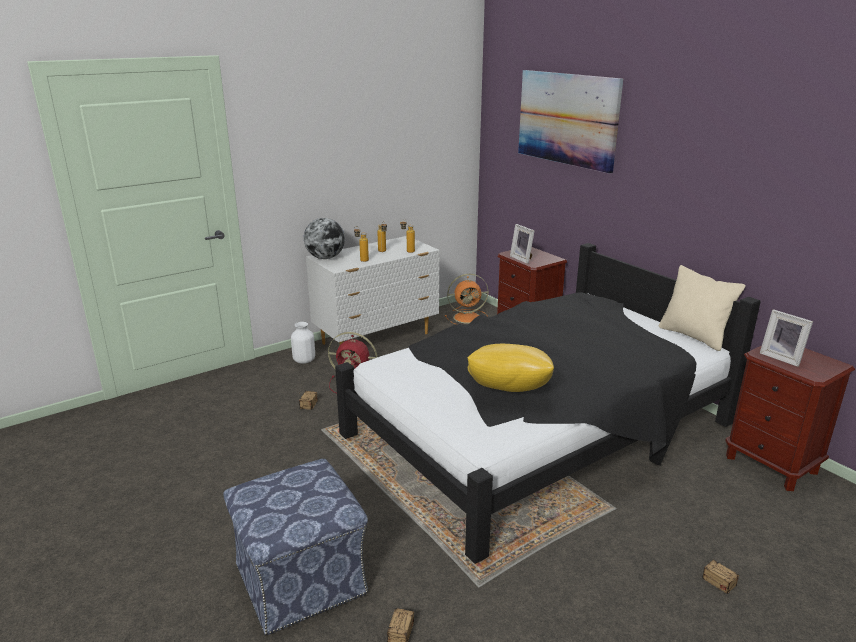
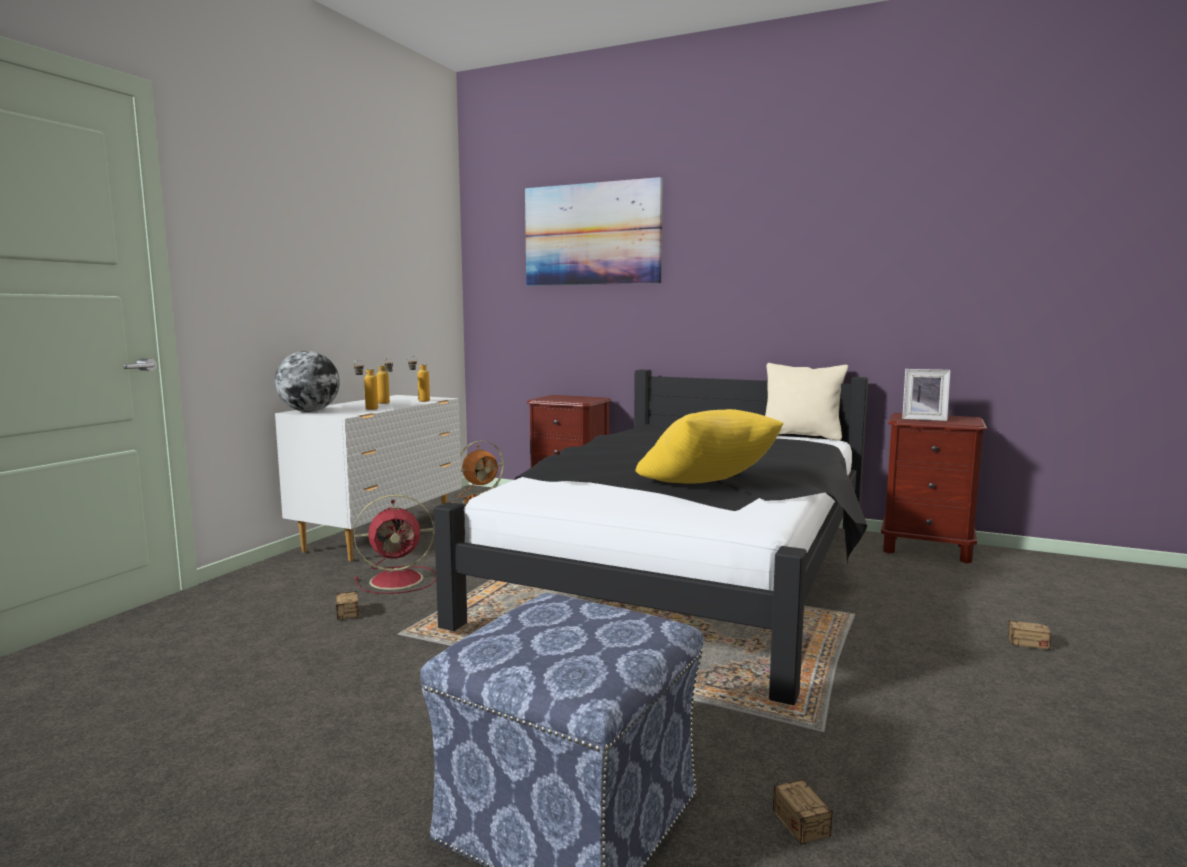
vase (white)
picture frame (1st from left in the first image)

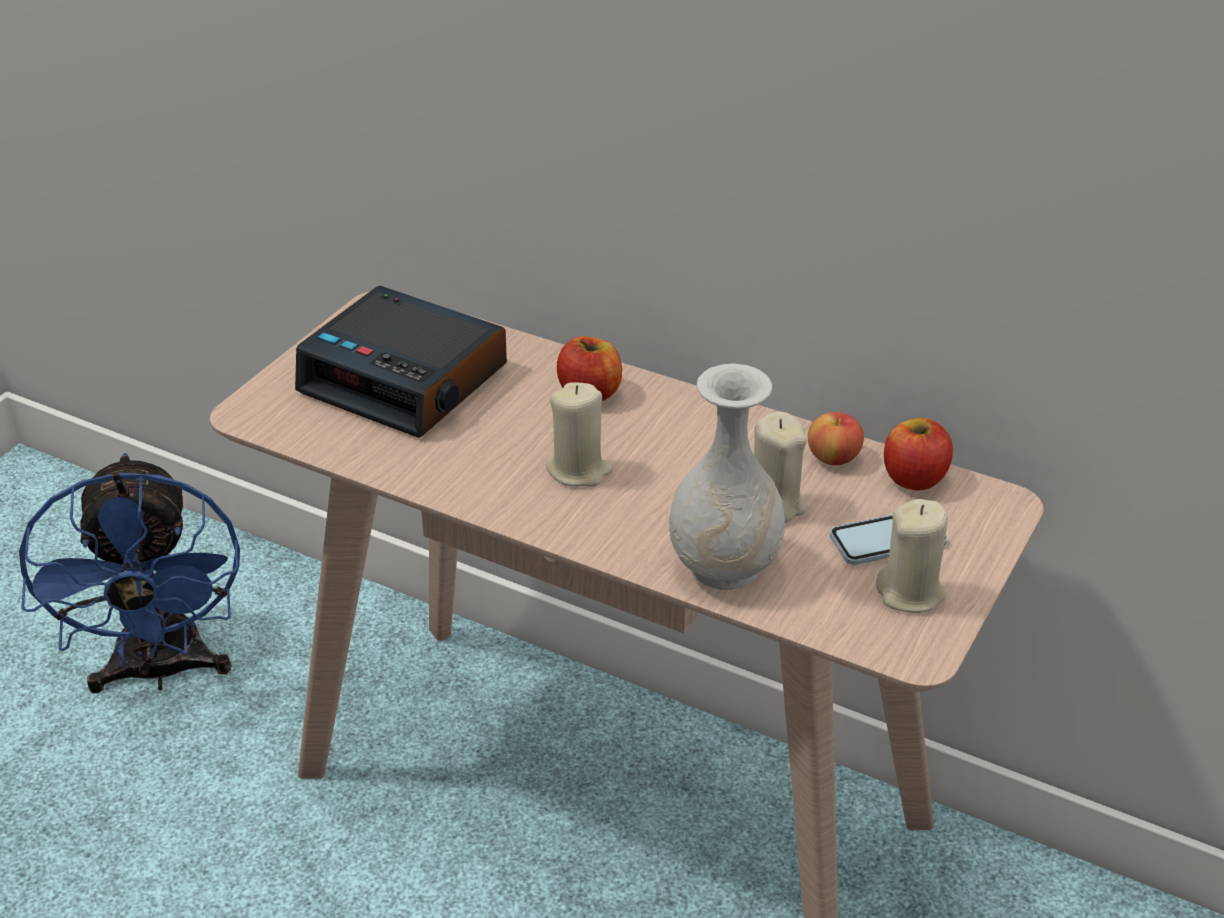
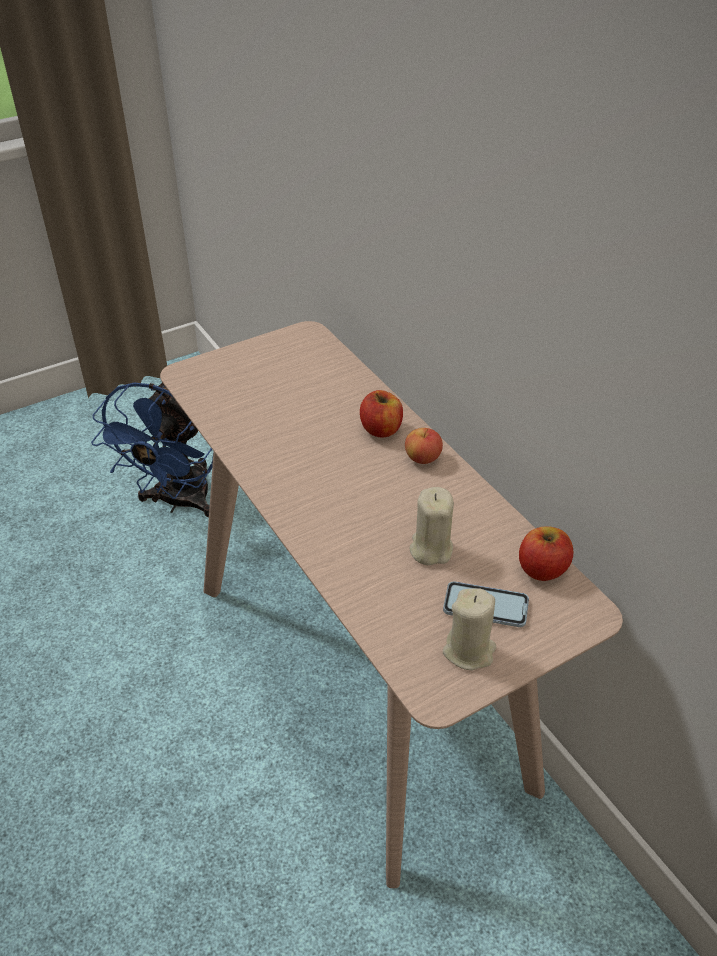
apple (2nd from left)
alarm clock
candle (beige) (1st from left in the first image)
vase (white)

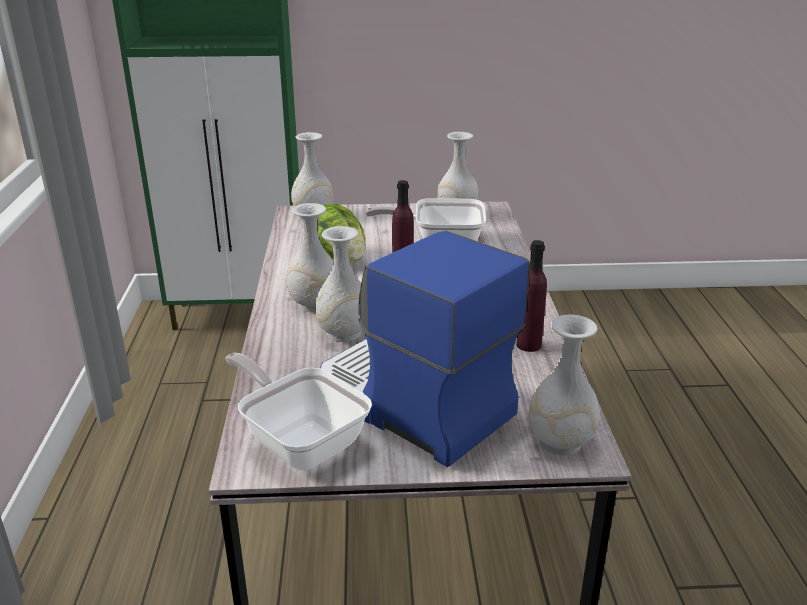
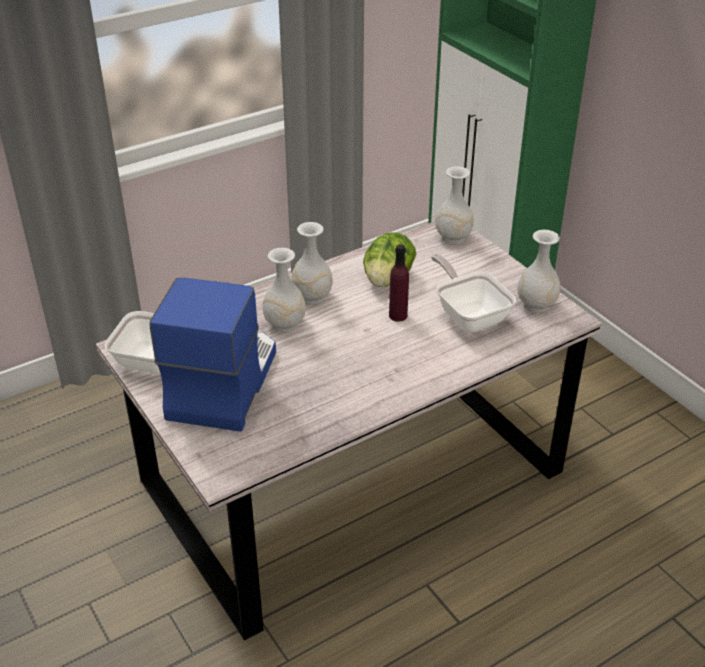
bottle (purple) (2nd from left in the first image)
vase (white) (5th from left in the first image)

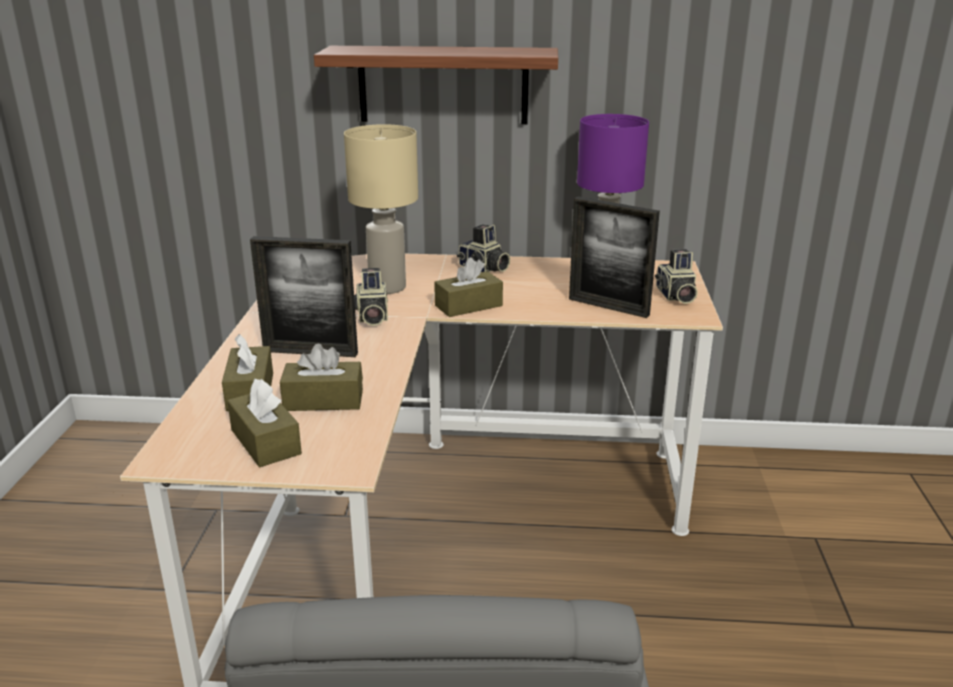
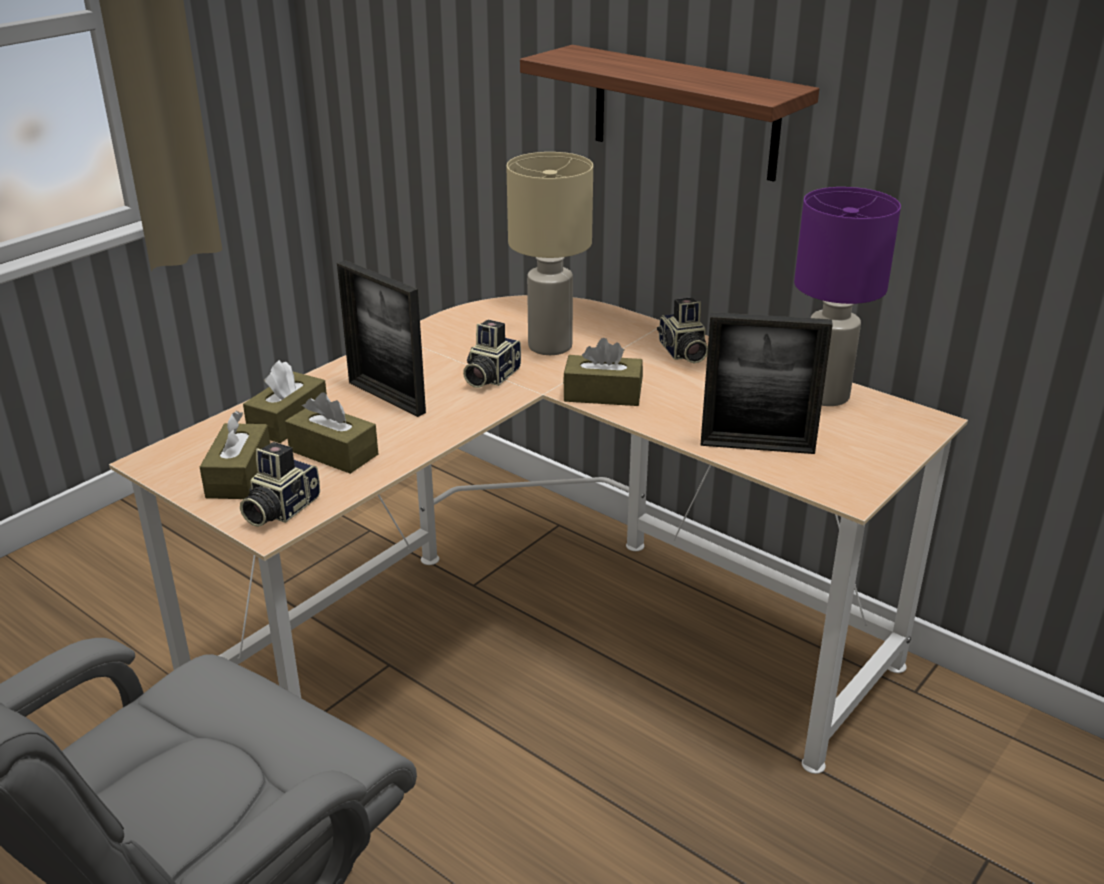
photo camera (1st from left)
picture frame (2nd from left)

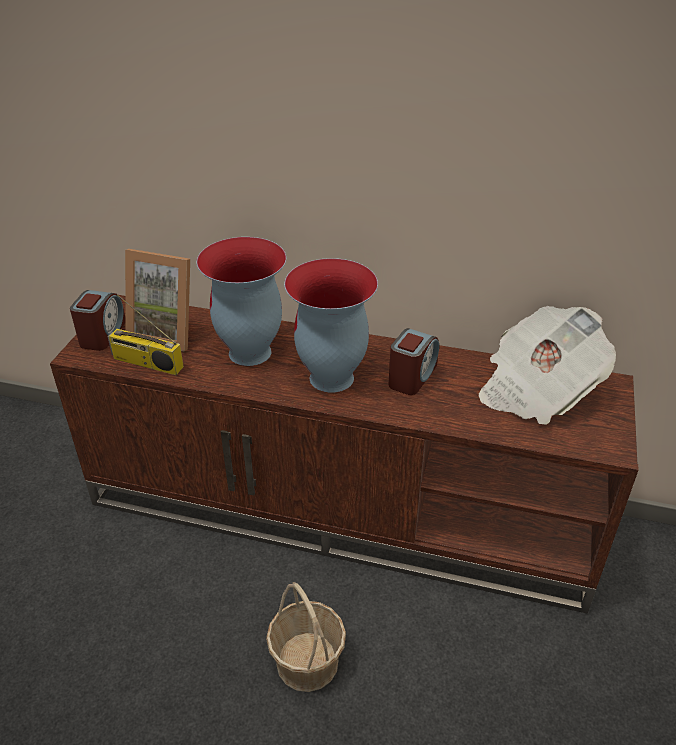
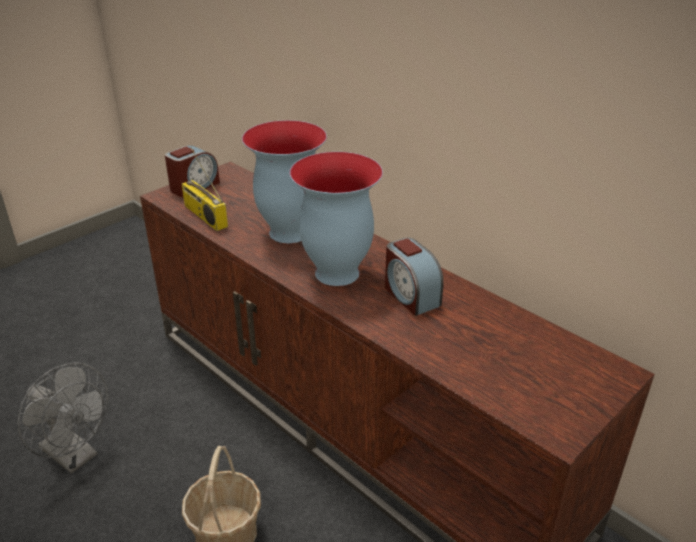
fan (grey)
alarm clock (2nd from left)
picture frame
newspaper

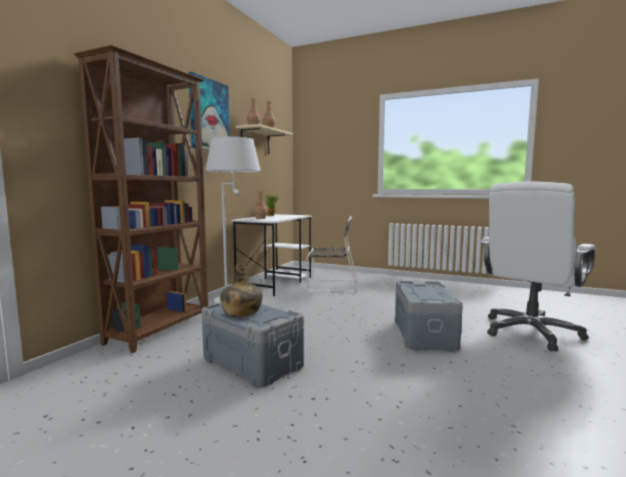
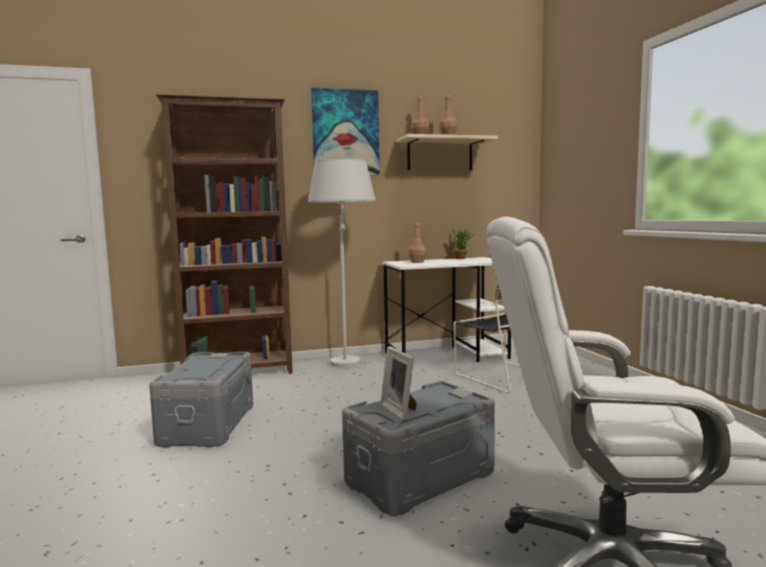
picture frame
bottle (green)

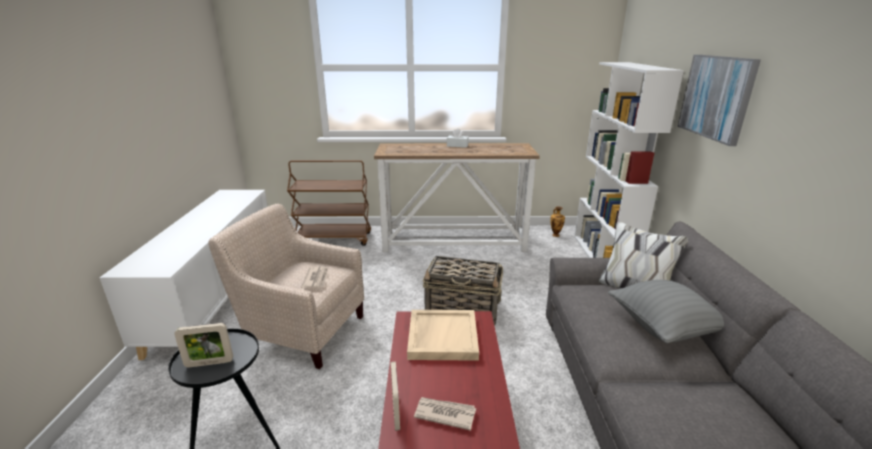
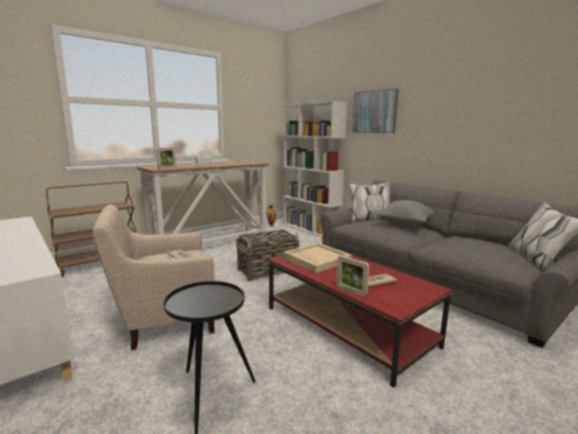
picture frame (1st from left)

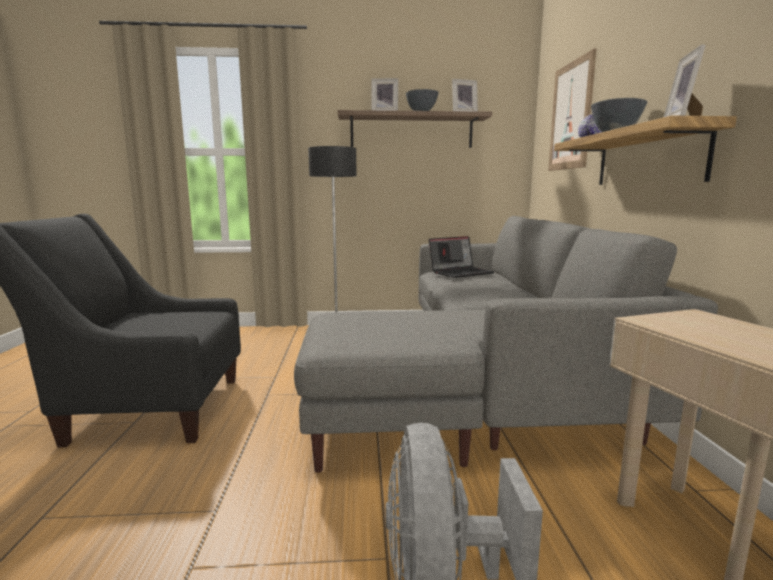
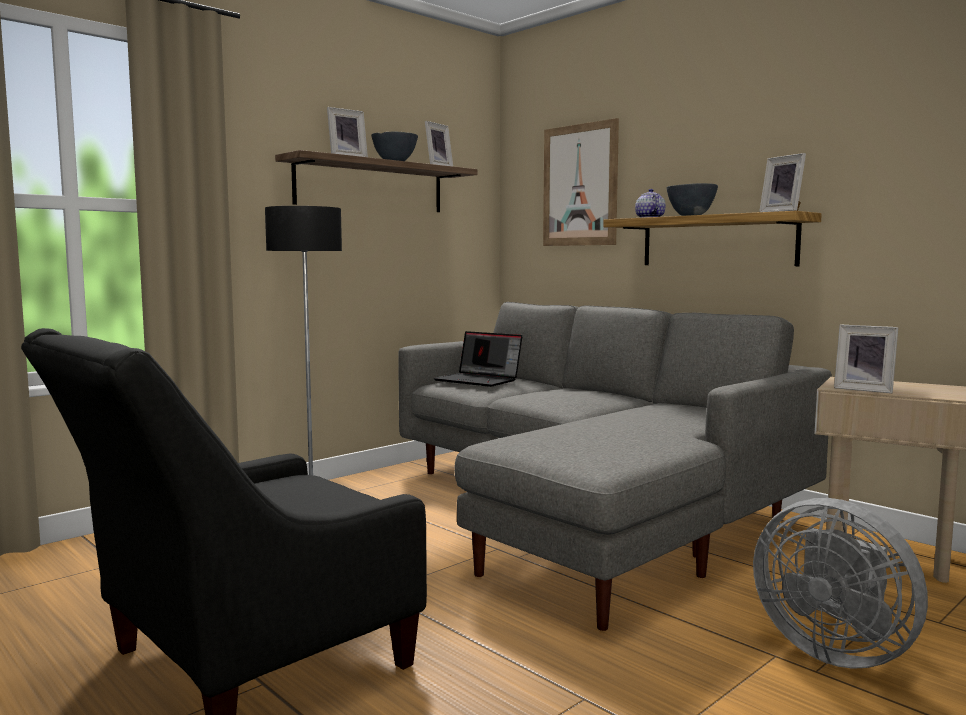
laptop
picture frame (4th from left)

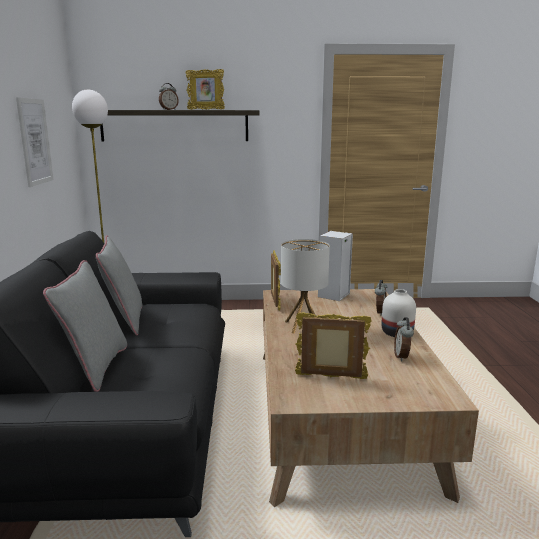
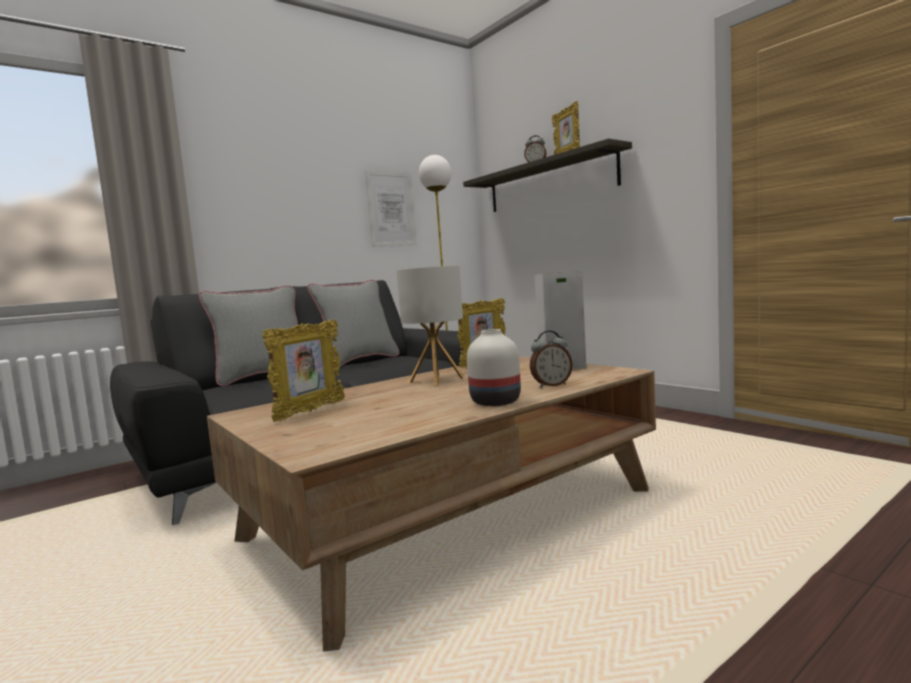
picture frame (1st from left)
alarm clock (3rd from left in the first image)

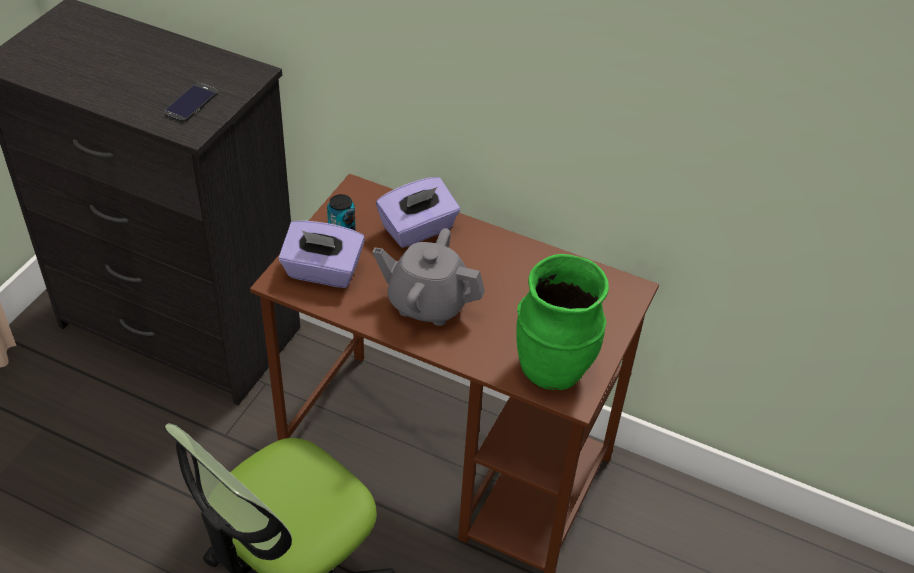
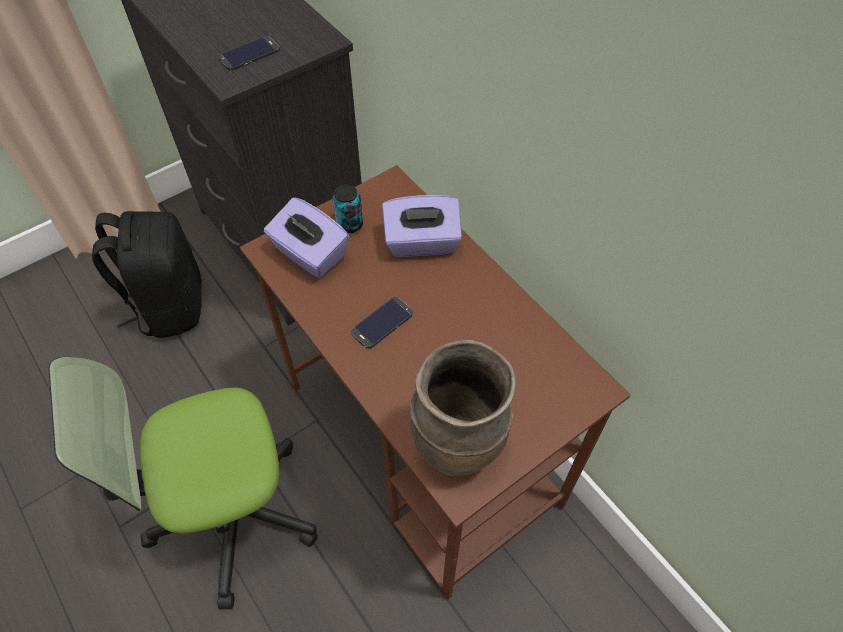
backpack (black)
phone (2nd from left)
vase (brown)

